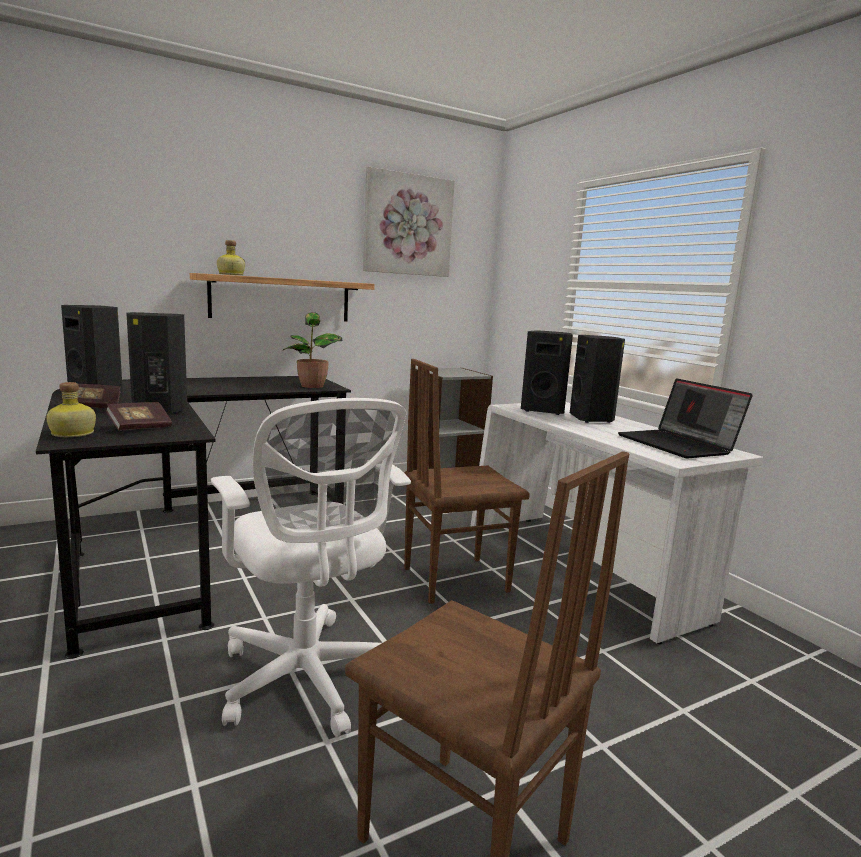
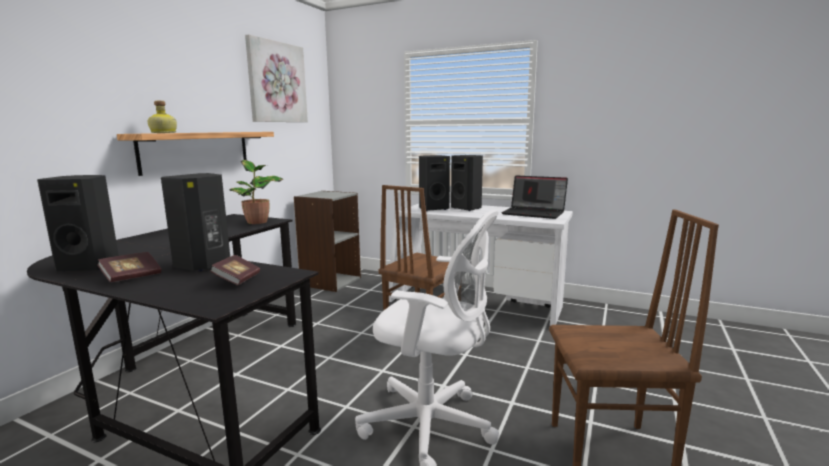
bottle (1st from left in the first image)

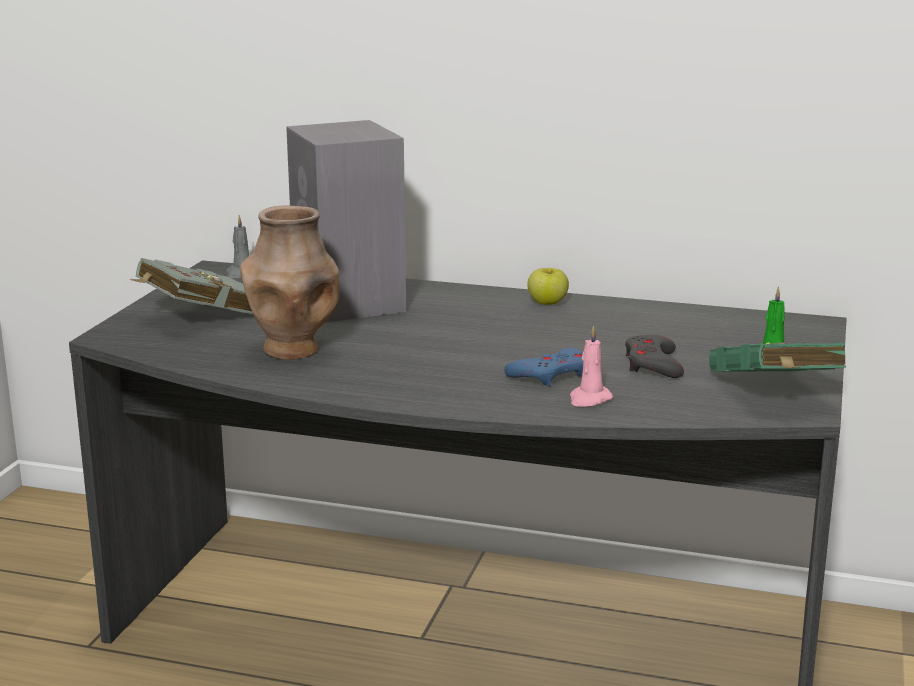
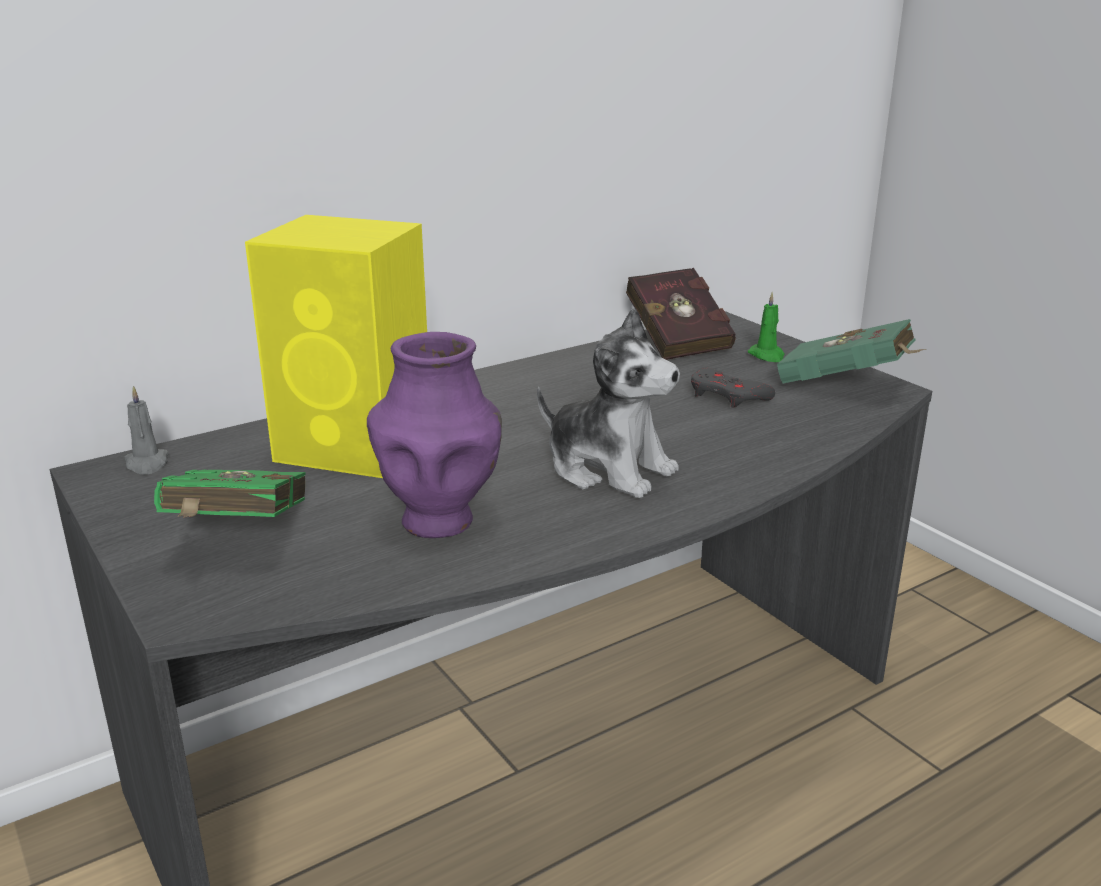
book (green) (1st from left)
speaker (yellow)
vase (purple)
plush toy
book (red)
game controller (blue)
apple
candle (pink)

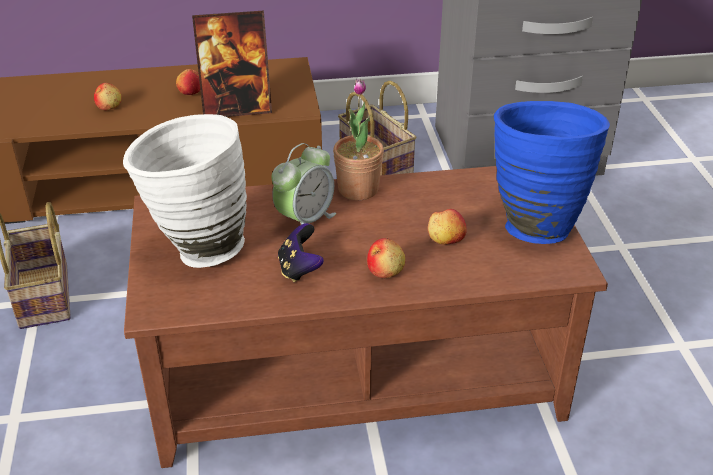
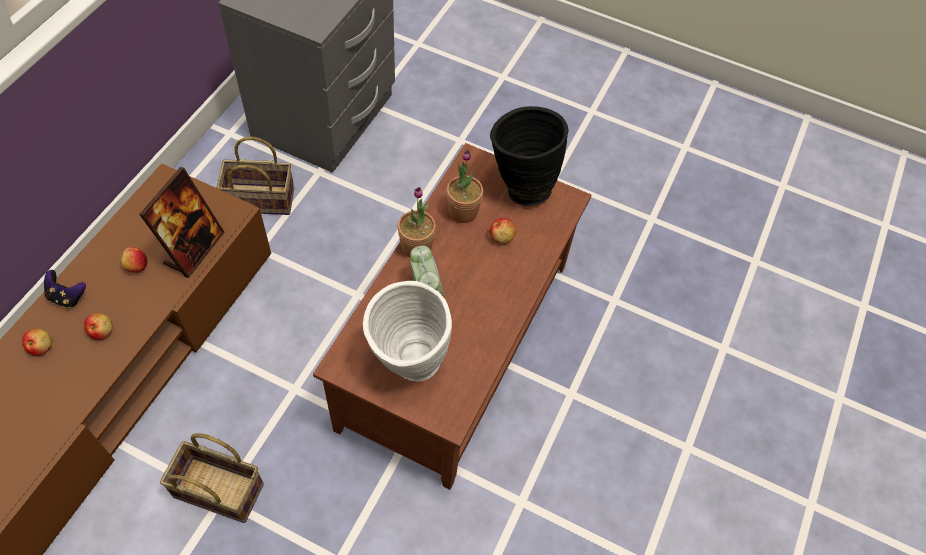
apple (1st from left)
game controller
potted plant (2nd from left)
vase (black)

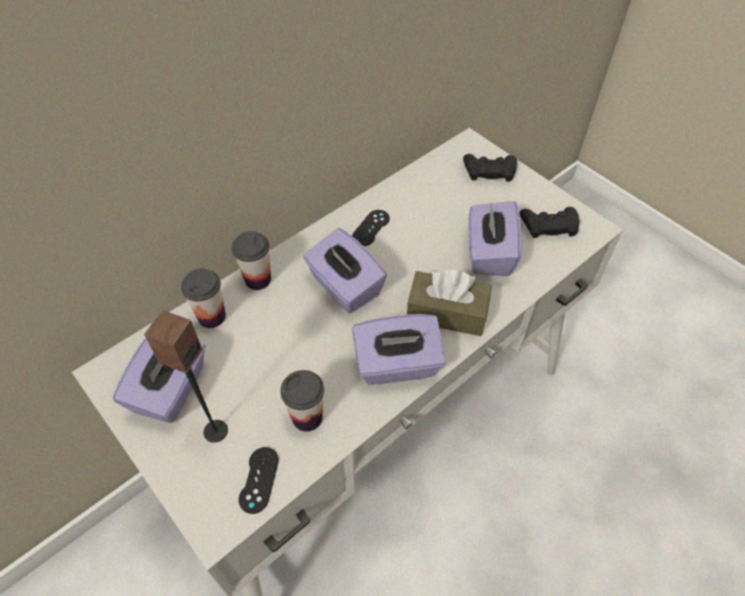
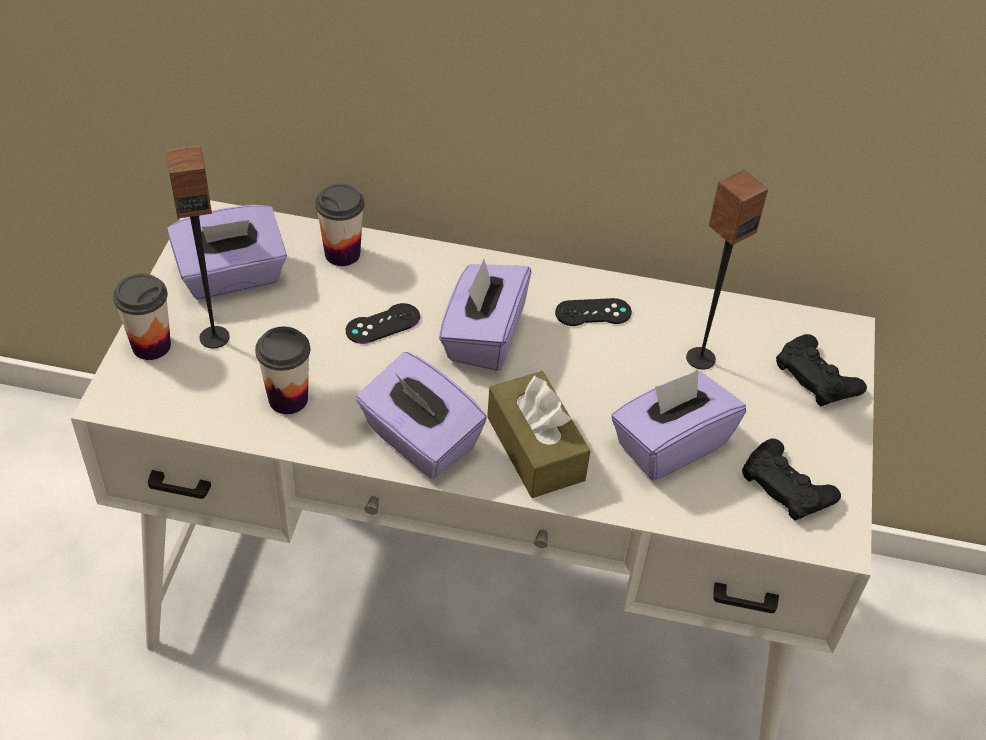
cup (1st from left)
game controller (black) (1st from left)
speaker (2nd from left)

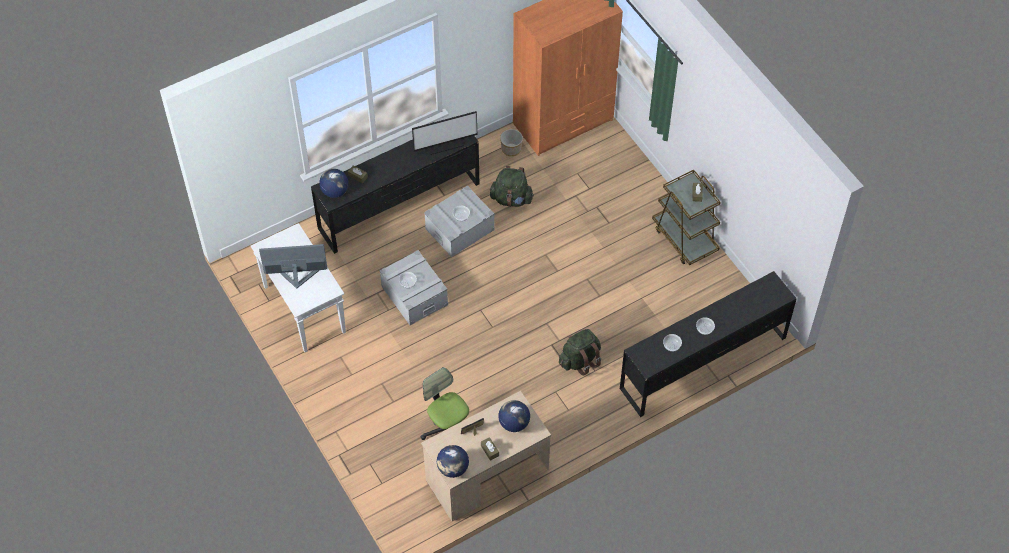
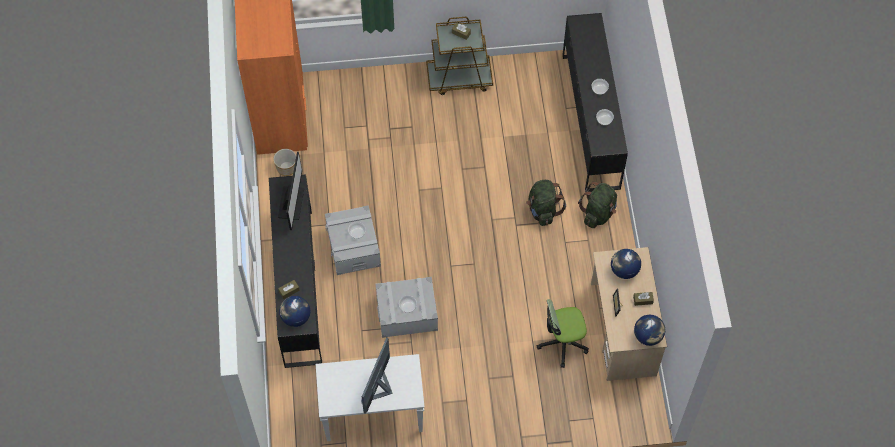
backpack (green) (2nd from left)

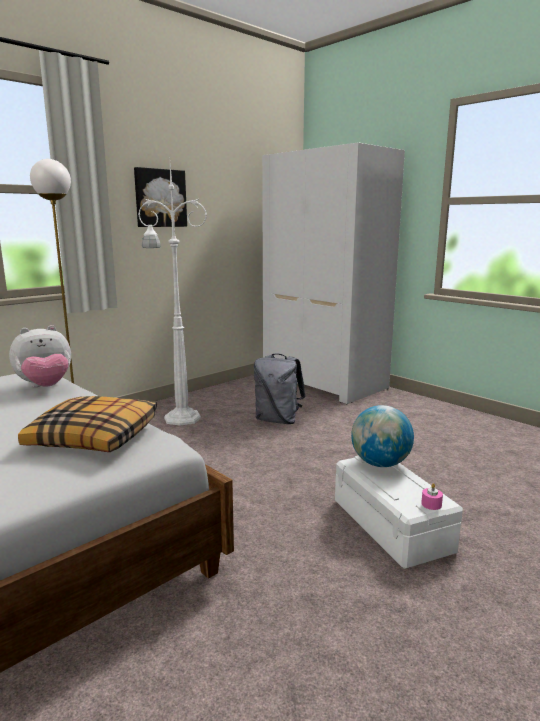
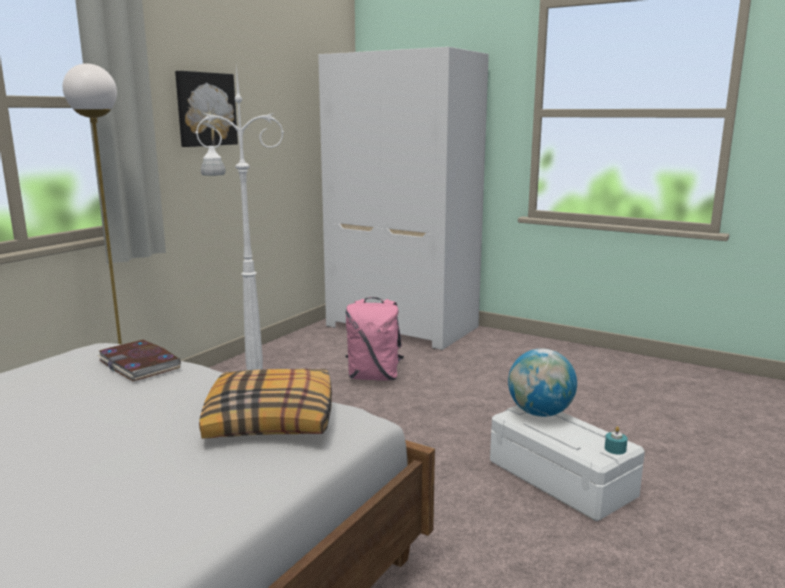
book
backpack (pink)
candle (turquoise)

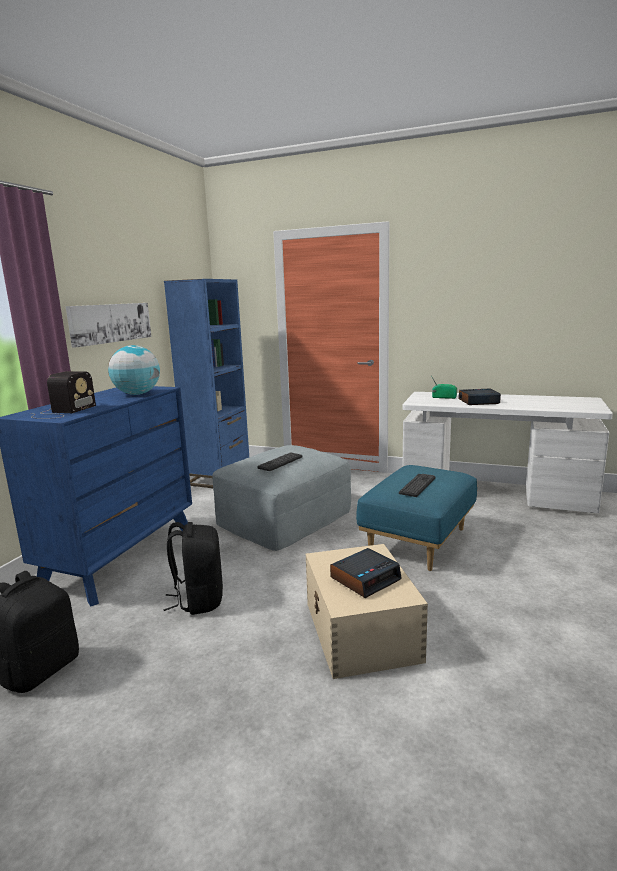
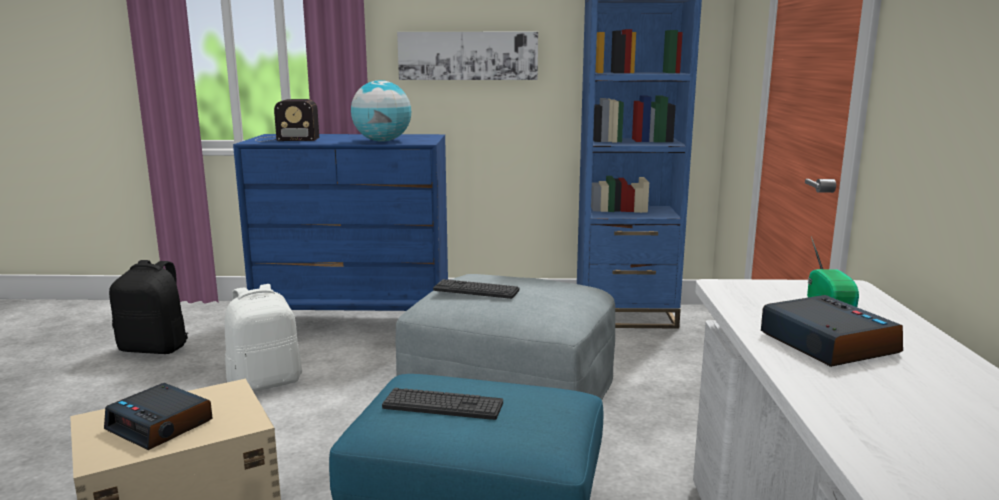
backpack (white)

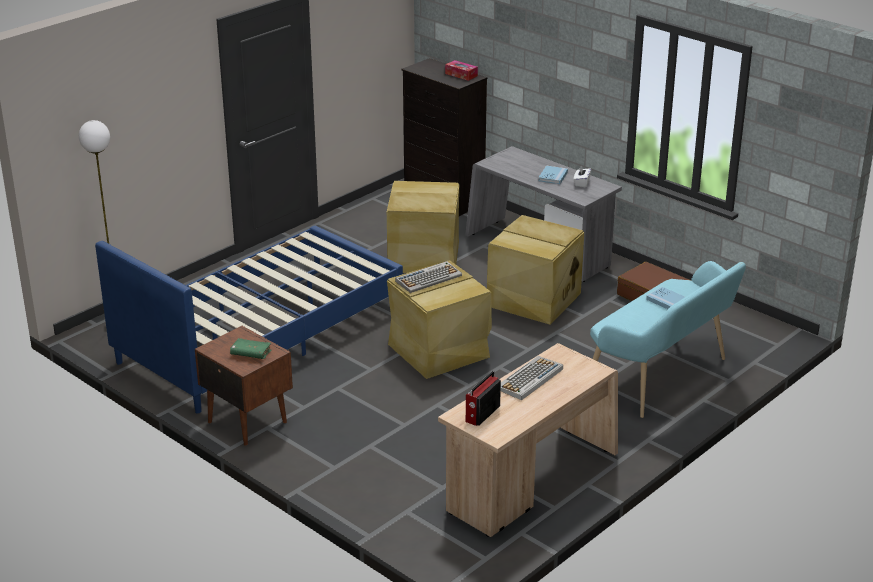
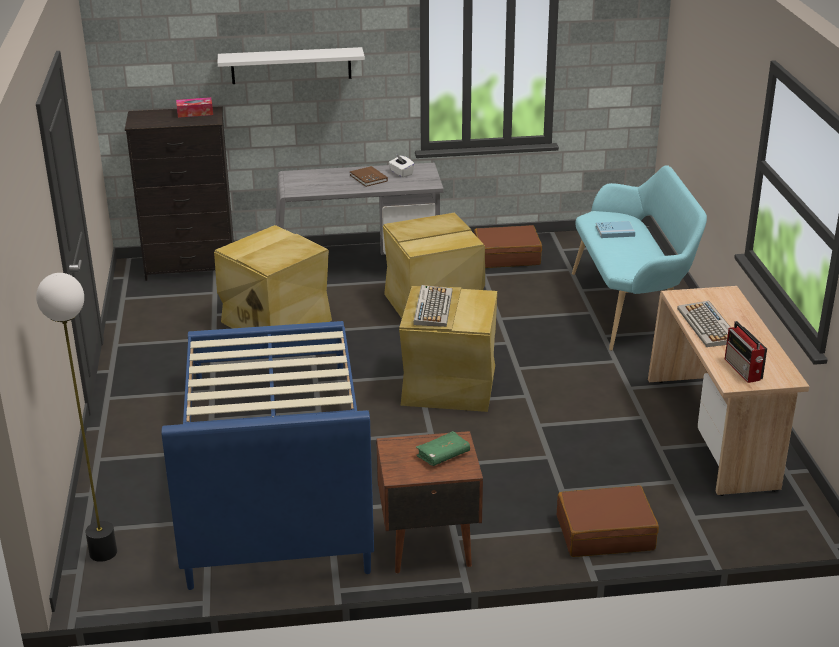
shelf (white)
book (brown)
suitcase (brown) (2nd from left)

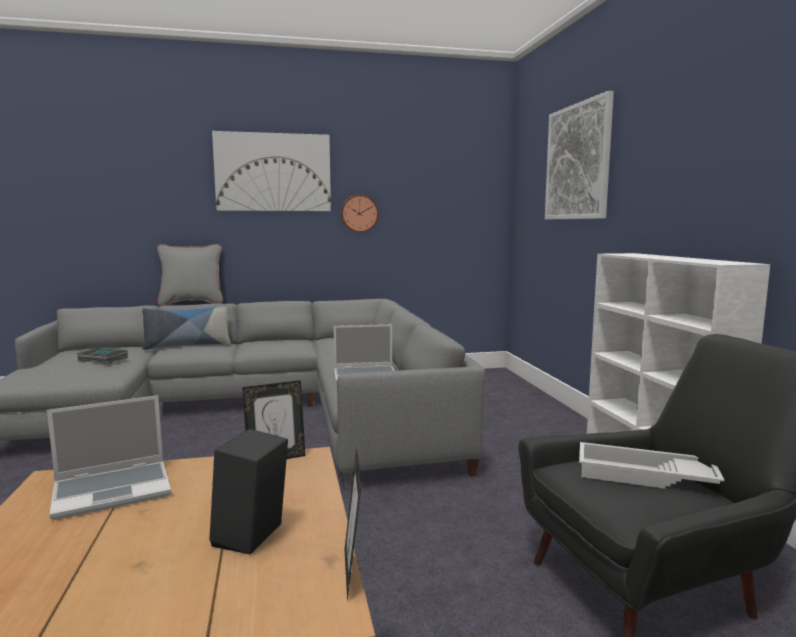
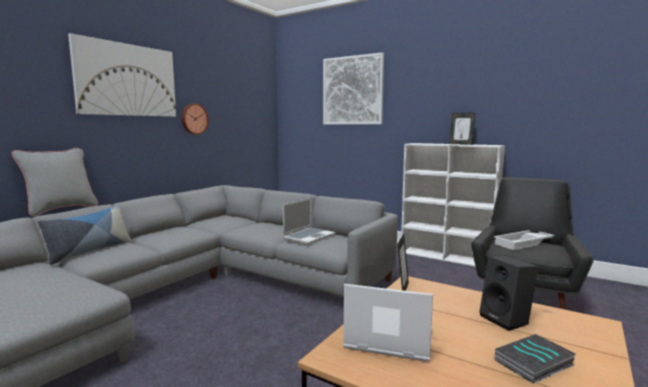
laptop (2nd from left)
picture frame (2nd from left)
book

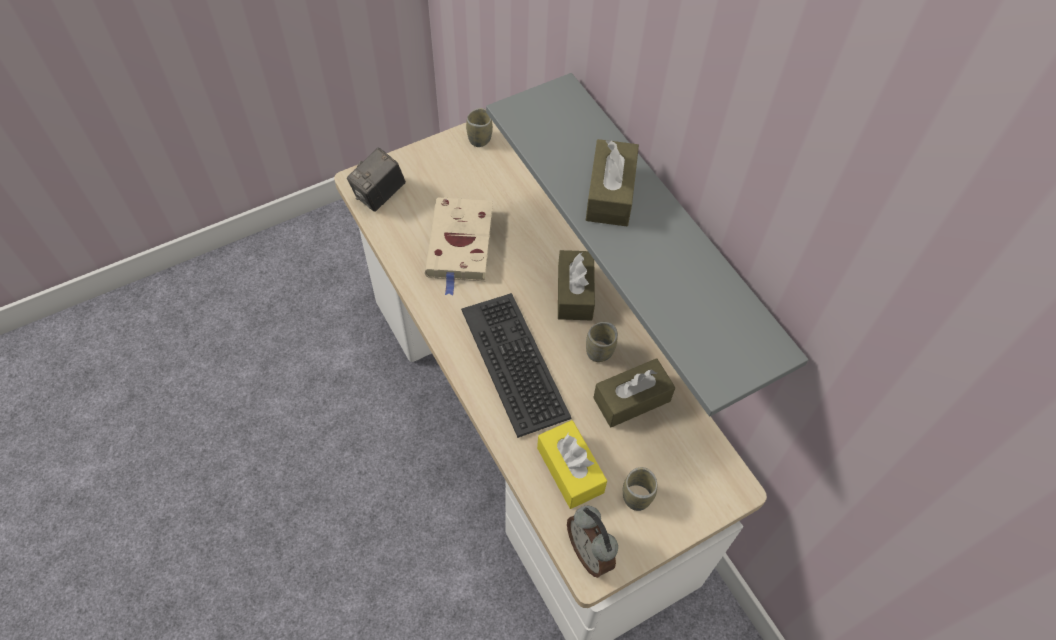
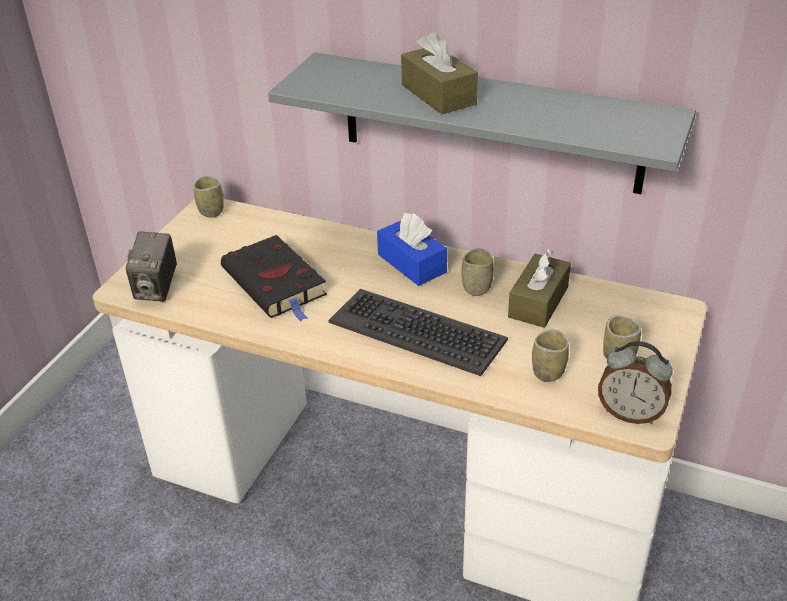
book (black)
tissue box (blue)
cup (3rd from left)

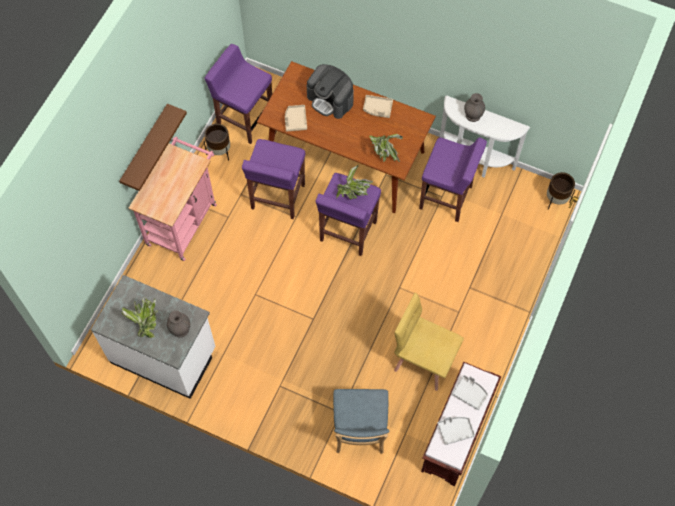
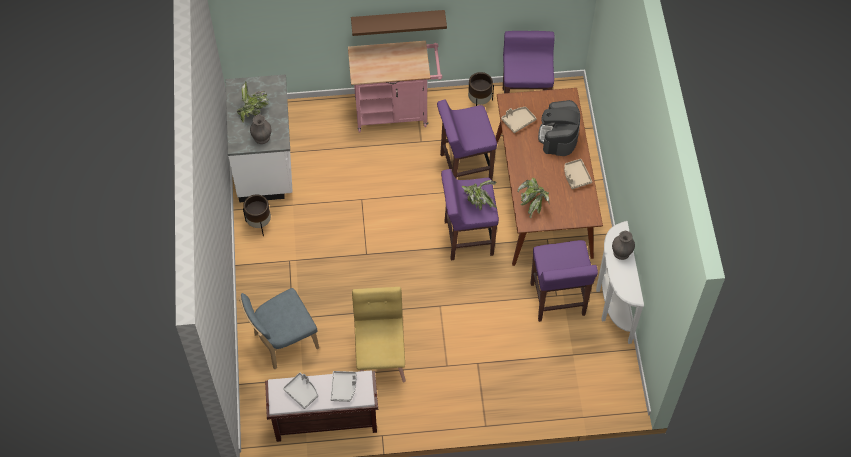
planter (brown) (1st from left)

